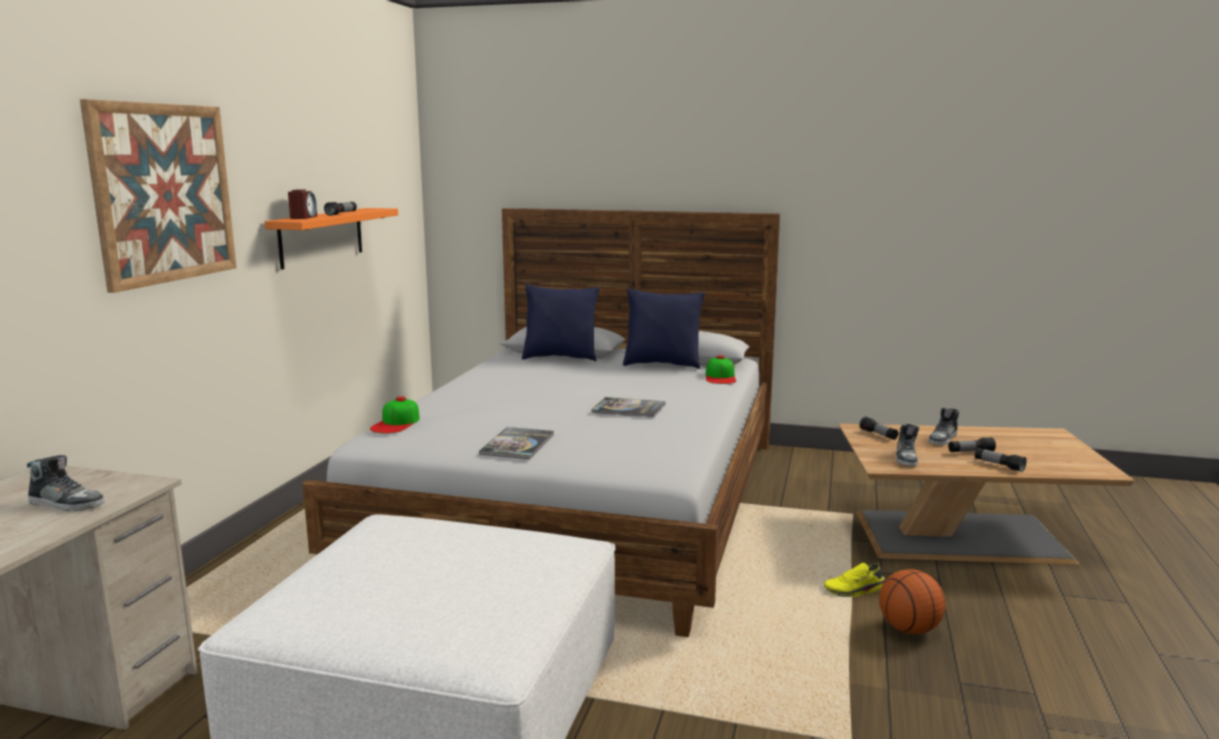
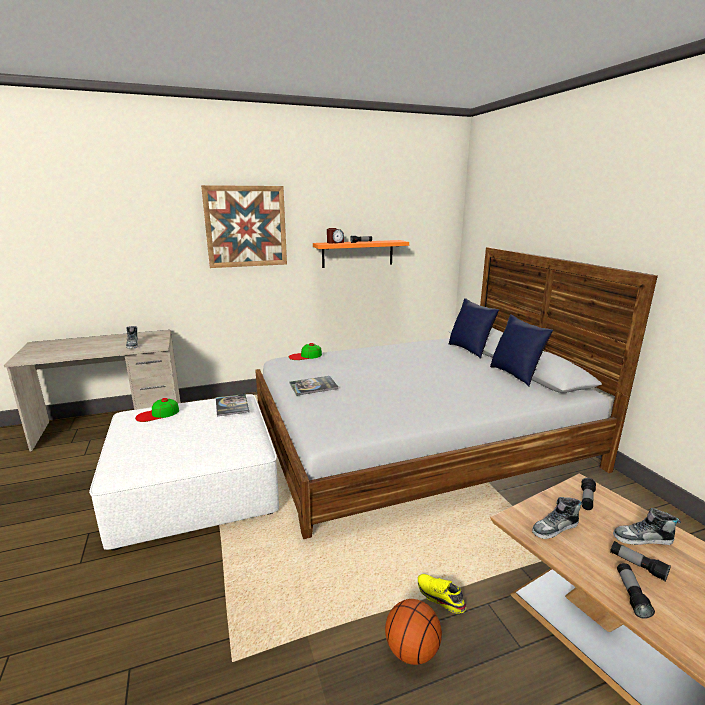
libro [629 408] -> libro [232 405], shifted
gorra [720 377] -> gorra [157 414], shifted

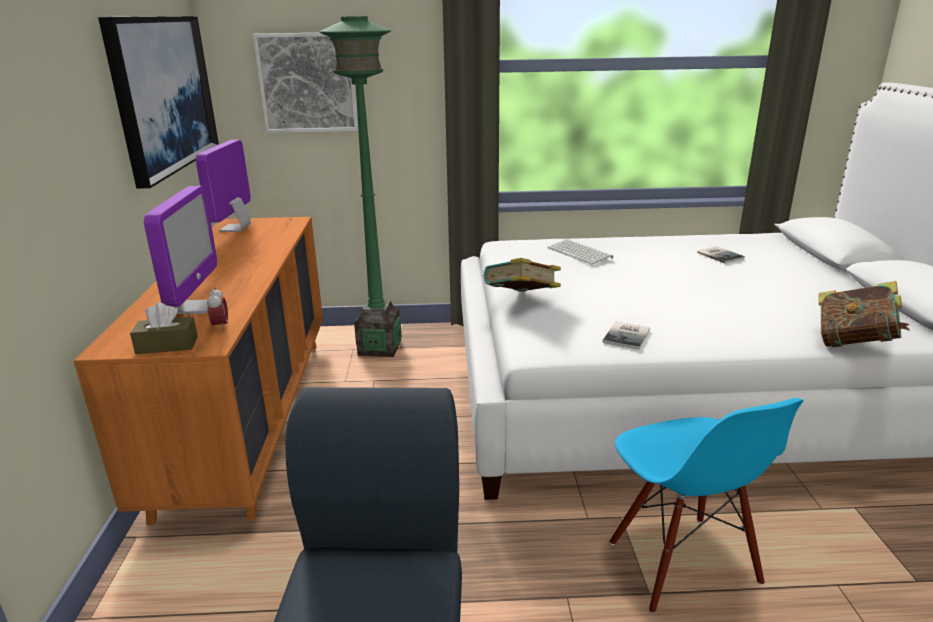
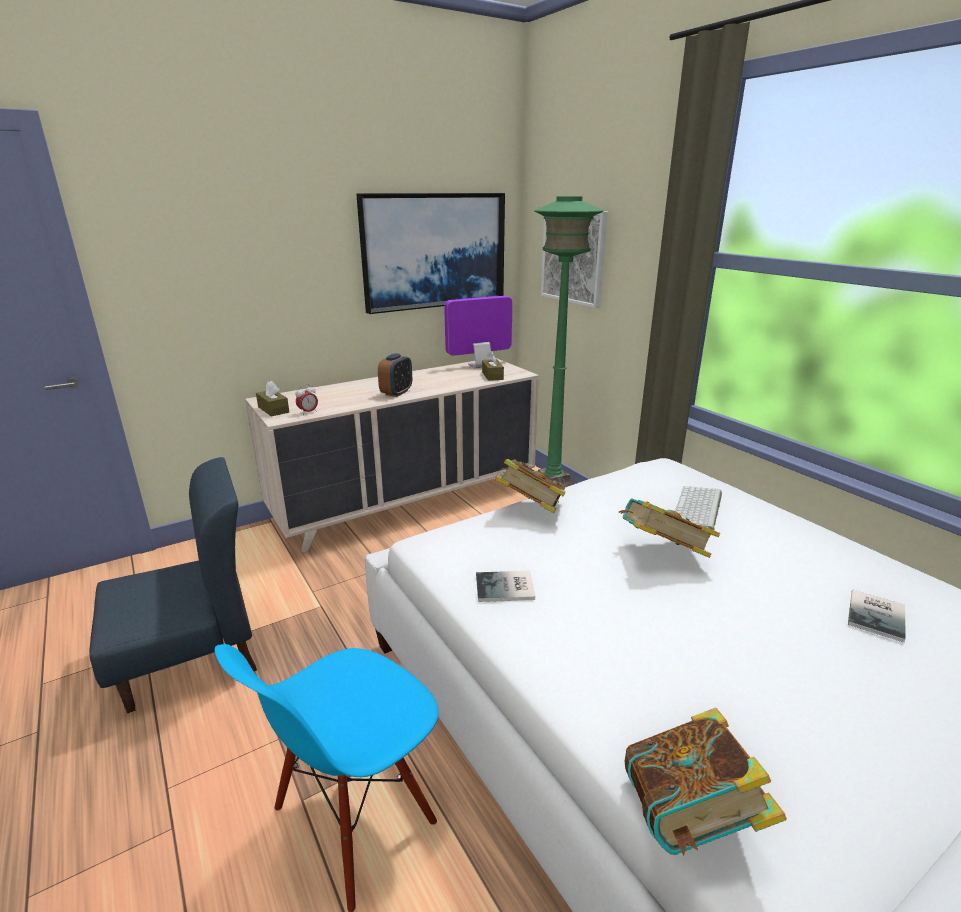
cómoda (naranja) [249 417] -> cómoda (beis) [408 502]
monitor [193 308] -> none
none -> despertador [396 393]
none -> caja de pañuelos (marrón) [492 376]
none -> libro [661 553]

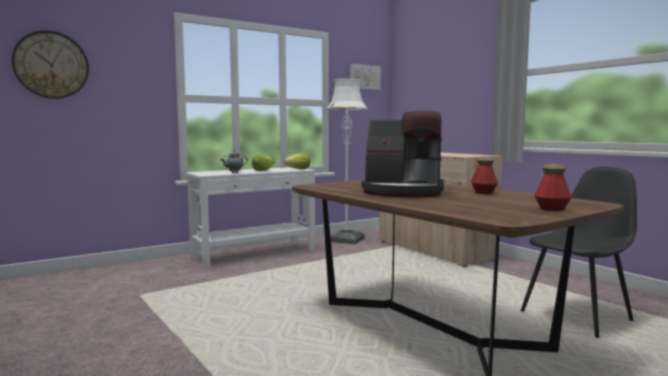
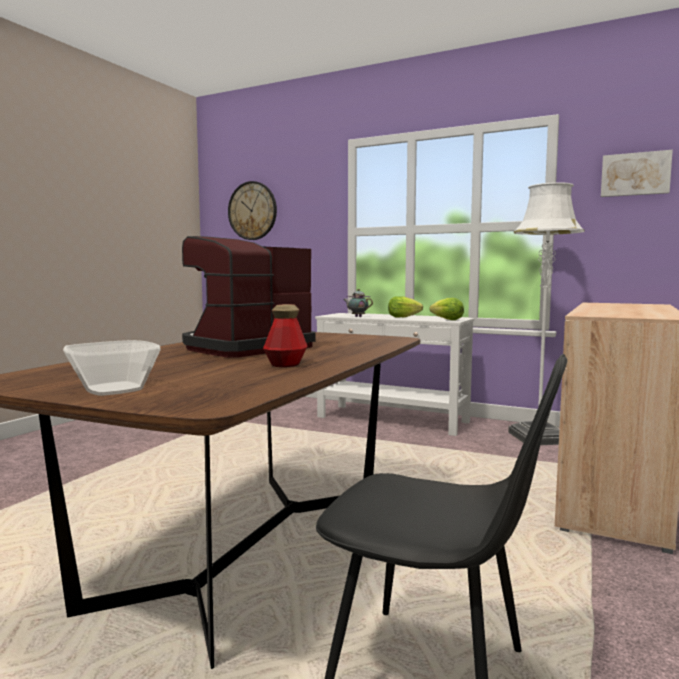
cafetera [403 192] -> cafetera [245 348], 60 degrees clockwise
botella [552 209] -> cuenco [116 389]

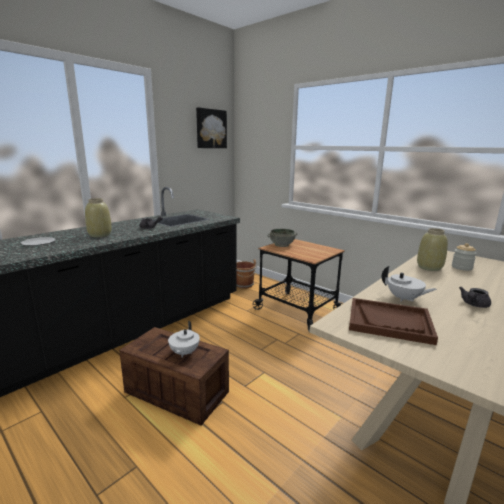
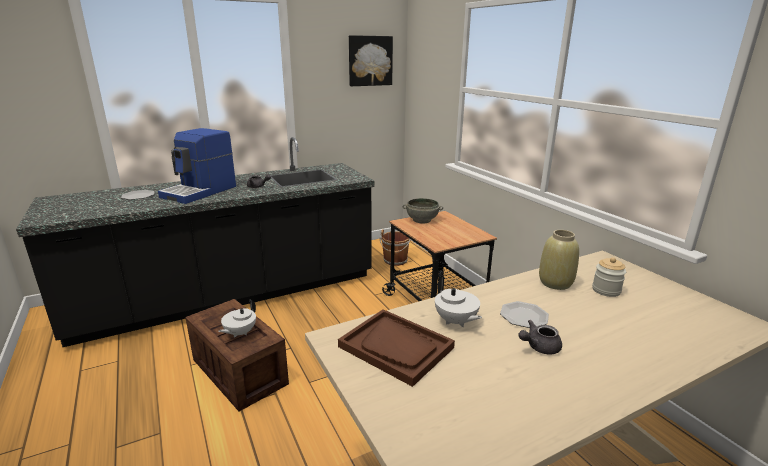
florero (beis) [100 235] -> cafetera [200 192]
none -> plato [524 316]

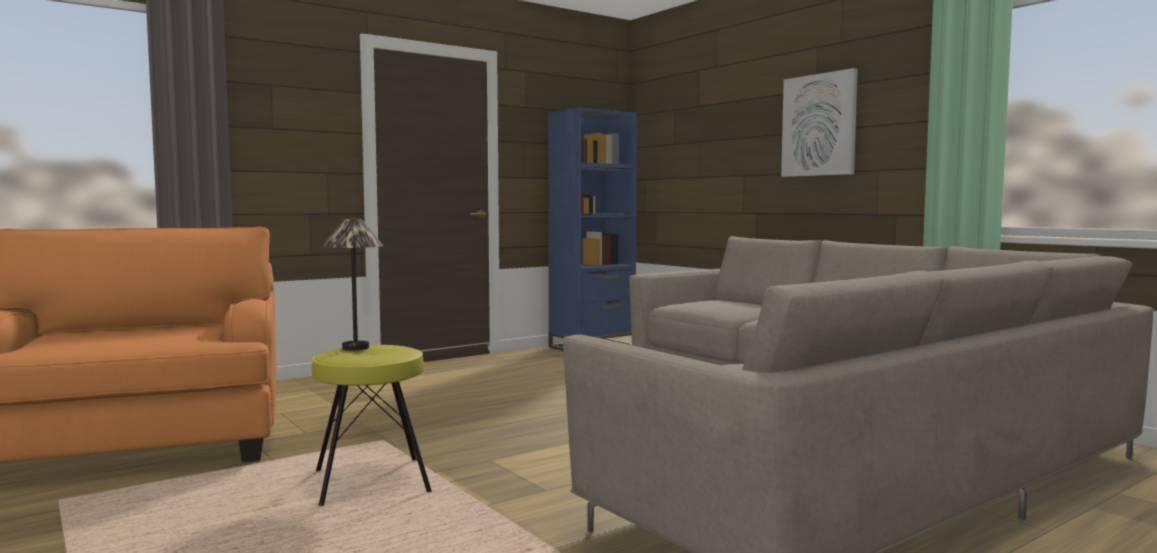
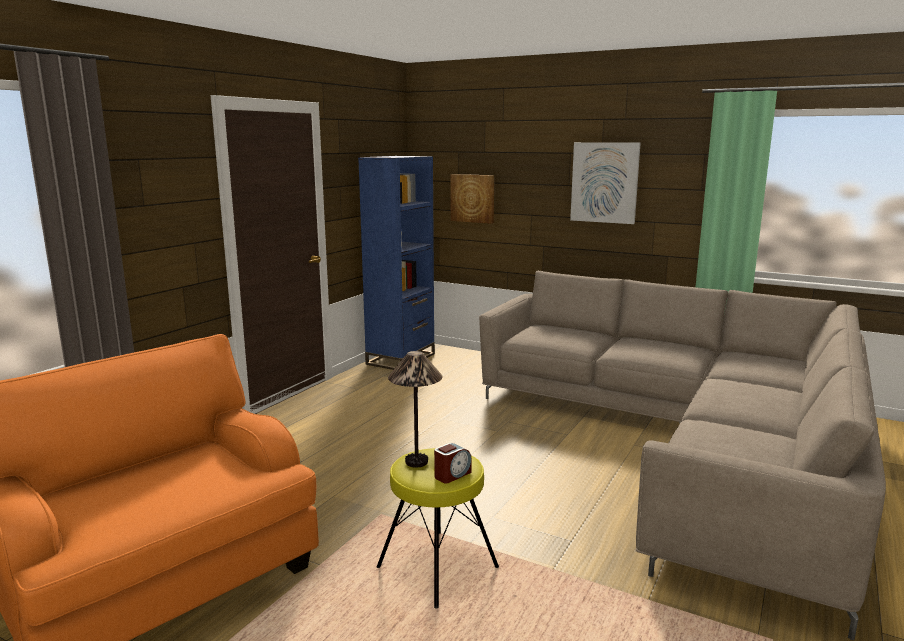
none -> despertador [452 475]
none -> cuadro [473 198]

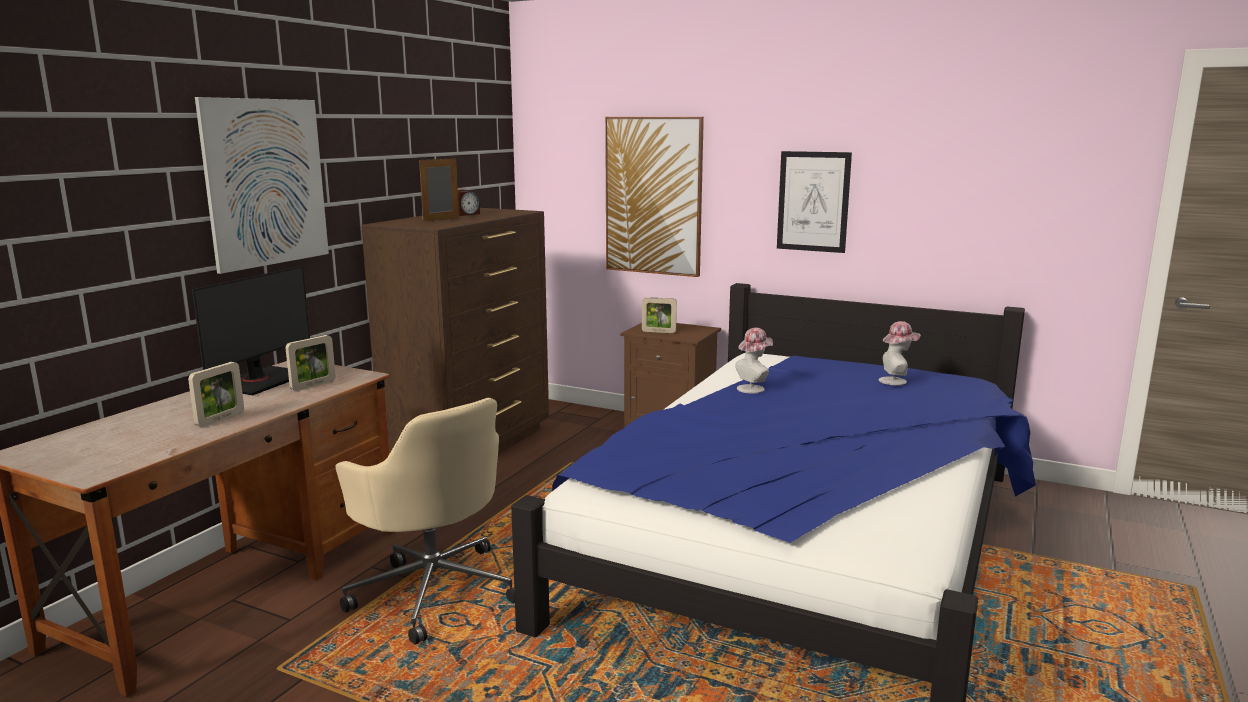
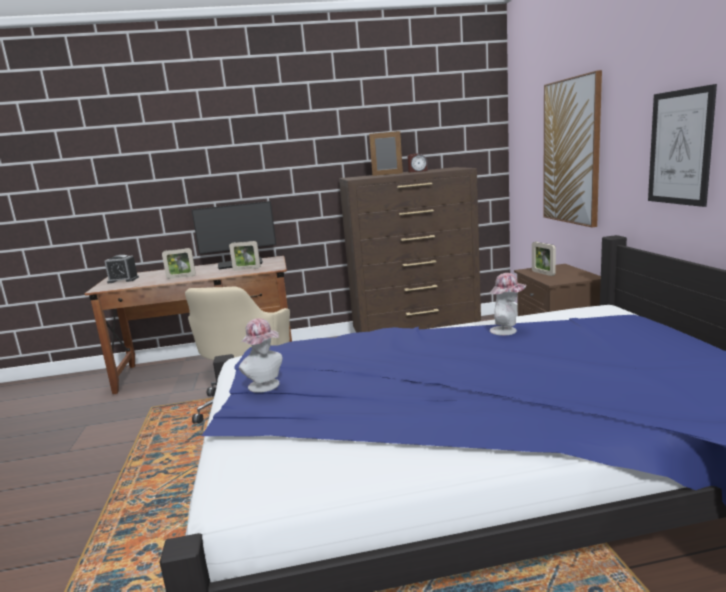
cuadro [266 182] -> none
sombrero [896 381] -> sombrero [266 386], shifted
none -> despertador [123 280]

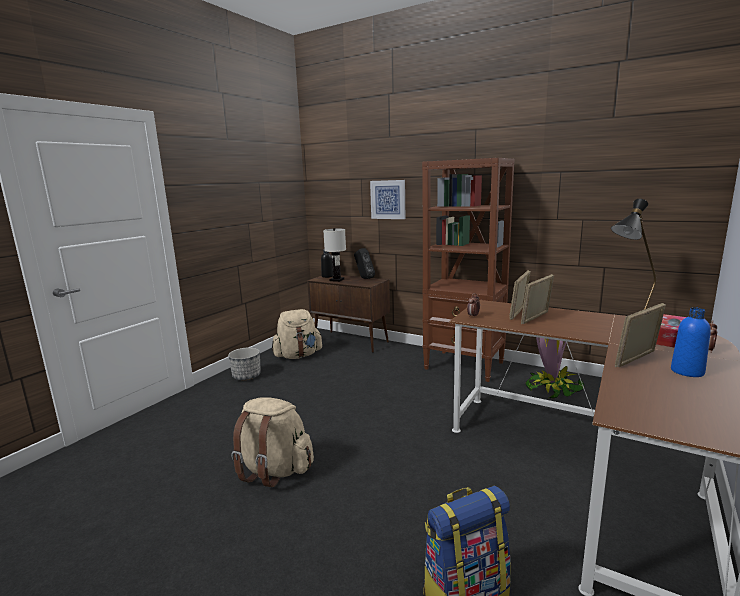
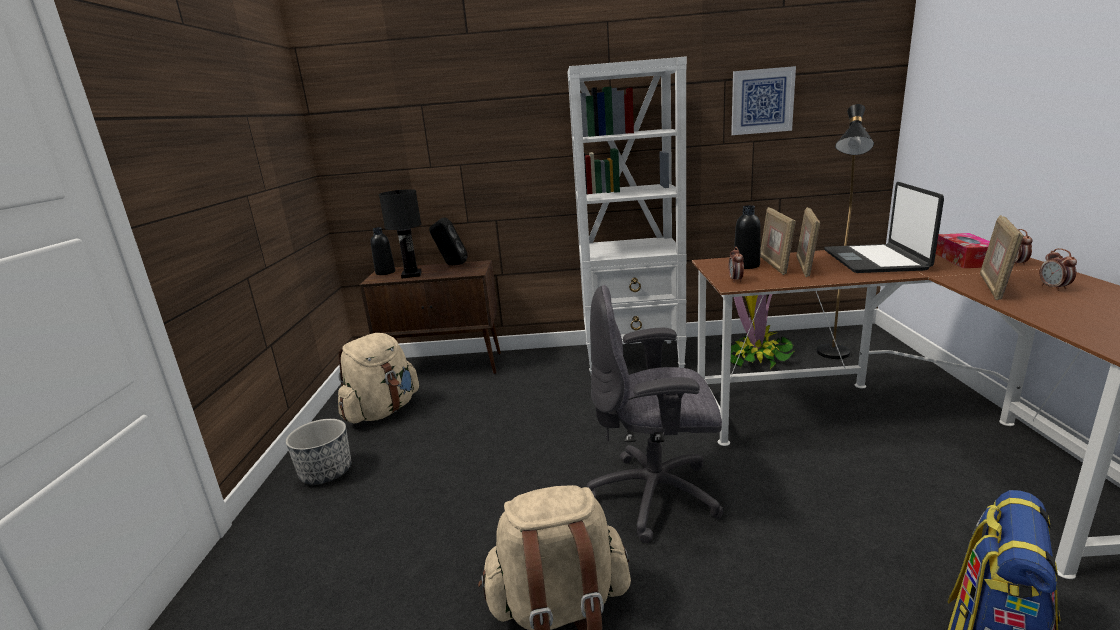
lámpara de mesa (blanco) [336 280] -> lámpara de mesa (negro) [411 275]
cuadro [388 199] -> cuadro [762 101], shifted
estantería (marrón) [464 366] -> estantería (blanco) [634 358]
botella (azul) [687 371] -> despertador [1054 288]
none -> silla de oficina (gris) [656 496]
none -> botella (negro) [746 265]
none -> portátil [875 260]

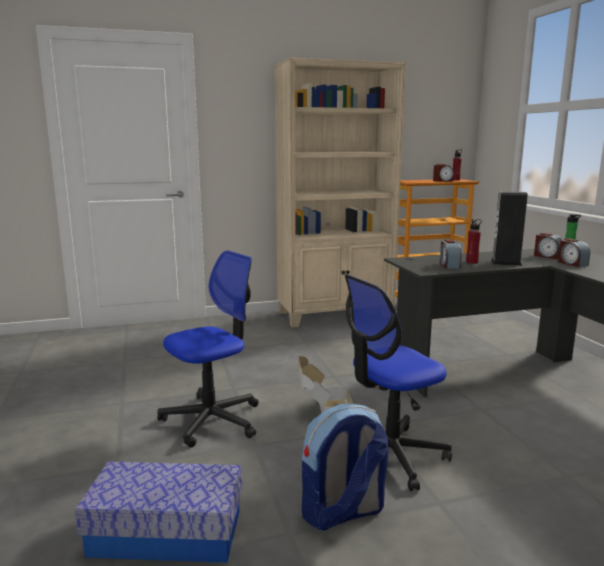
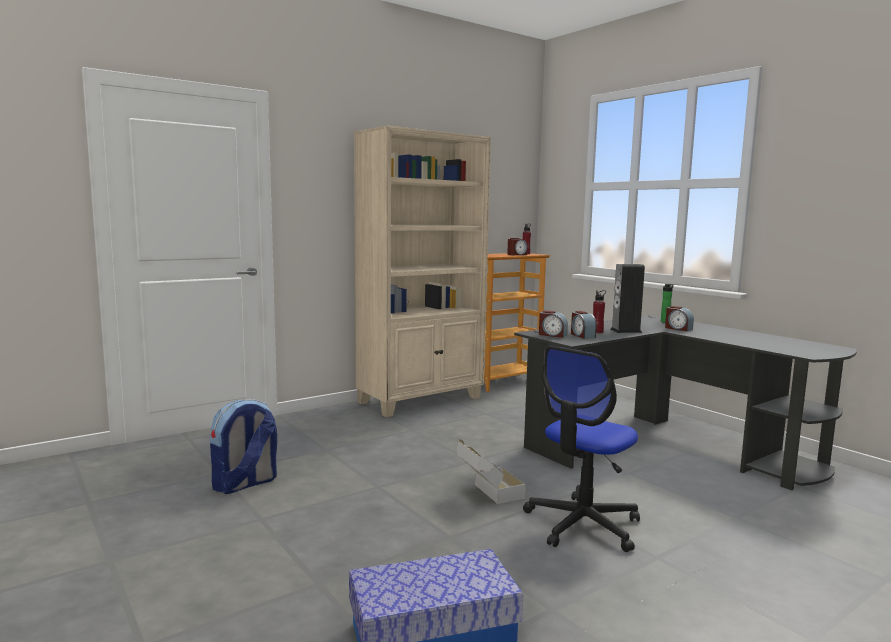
silla de oficina [212 420] -> none
mochila [343 513] -> mochila [245 484], shifted
despertador [547 256] -> despertador [552 335], shifted

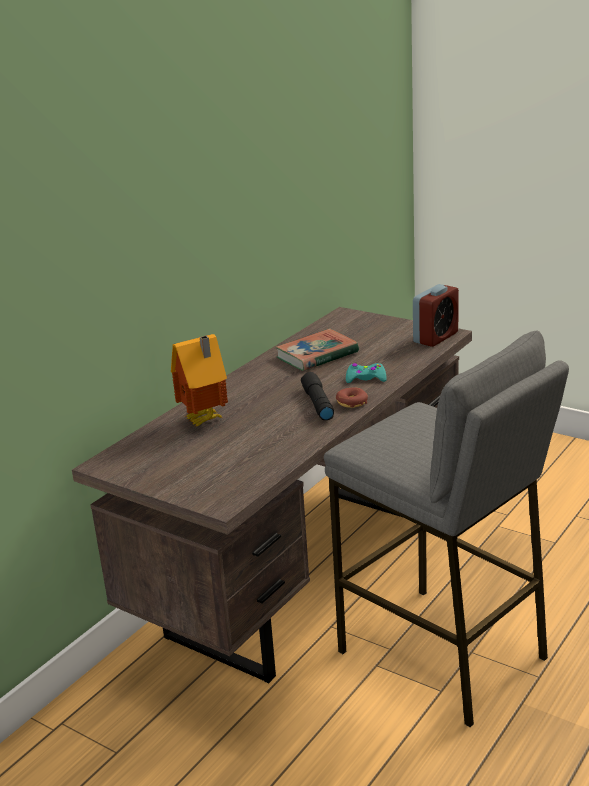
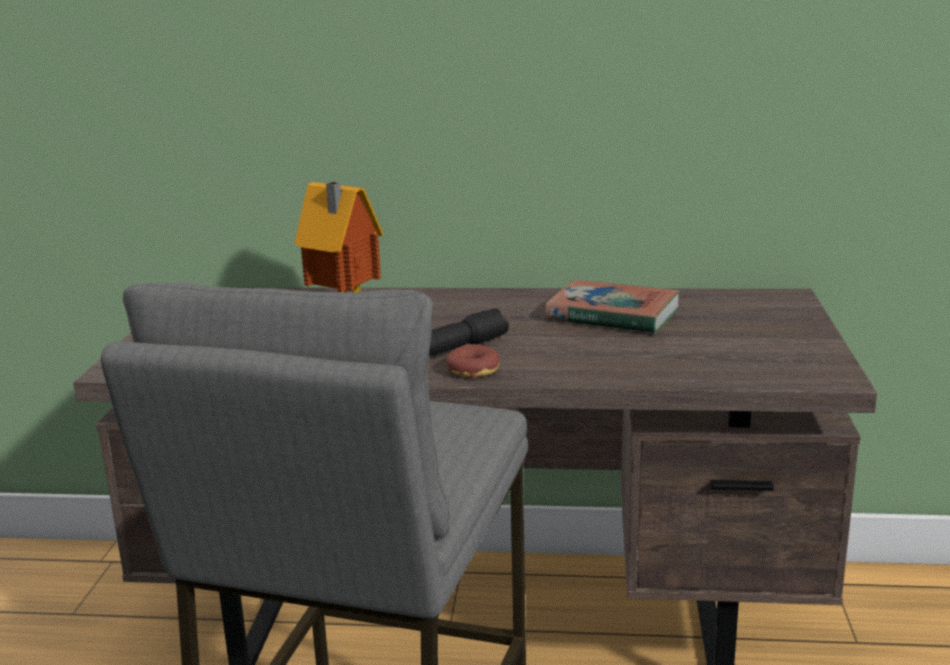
mando de consola (turquesa) [365 378] -> none
despertador [435 337] -> none

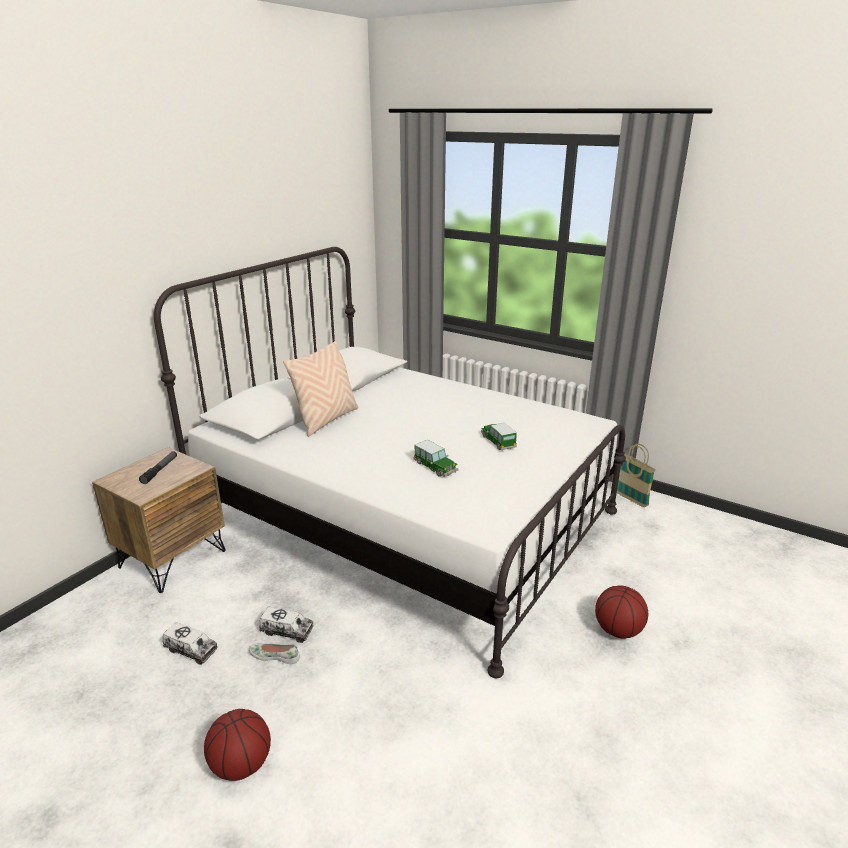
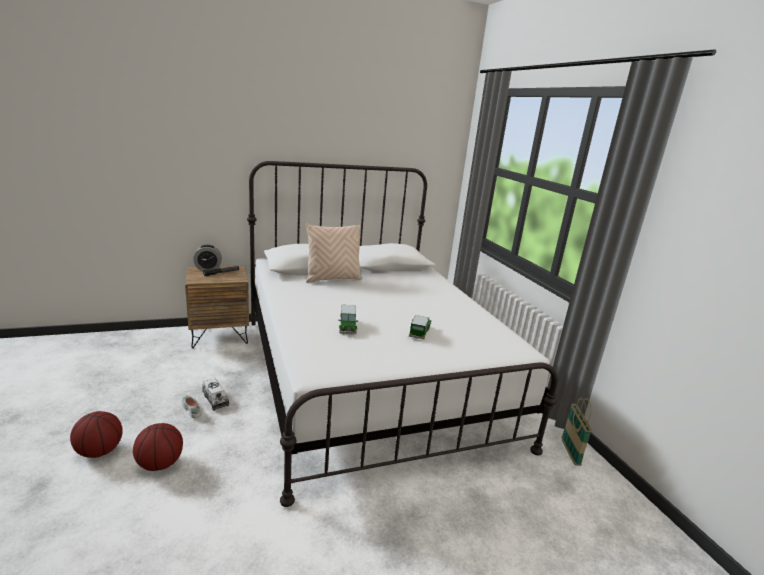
camión de juguete [191 650] -> none
balón de baloncesto [617 630] -> balón de baloncesto [160 464], shifted
none -> despertador [208 268]

